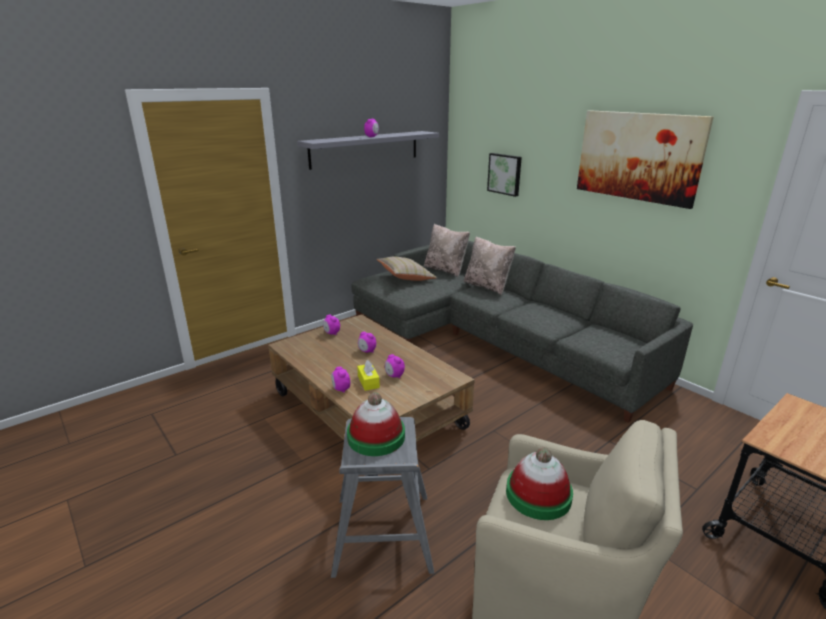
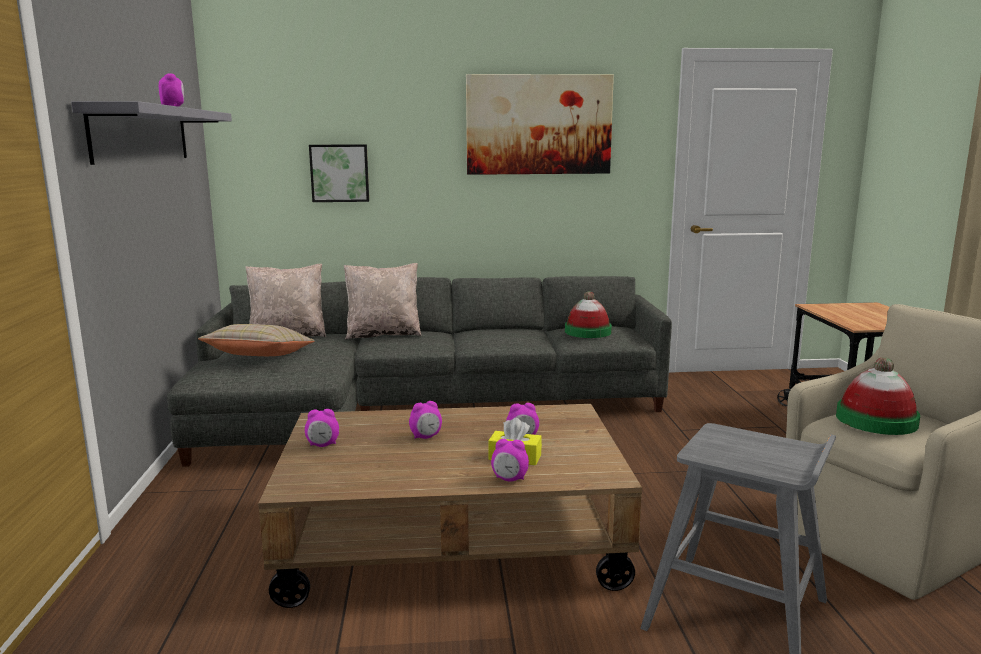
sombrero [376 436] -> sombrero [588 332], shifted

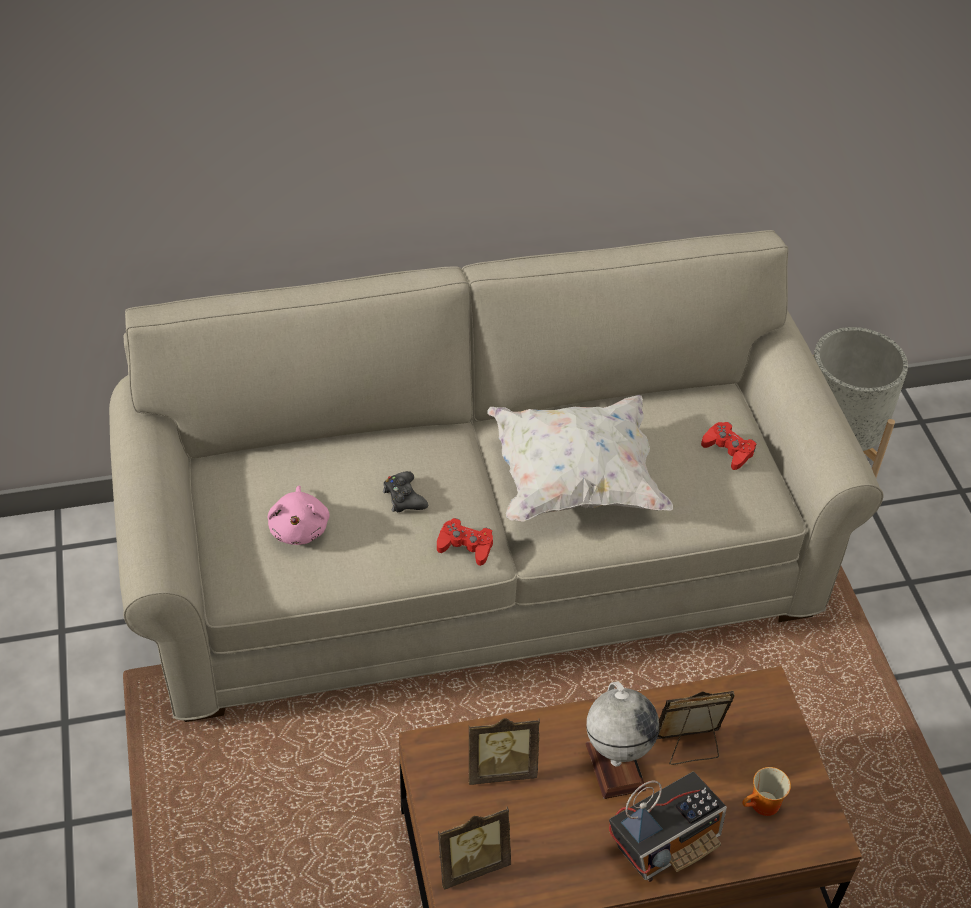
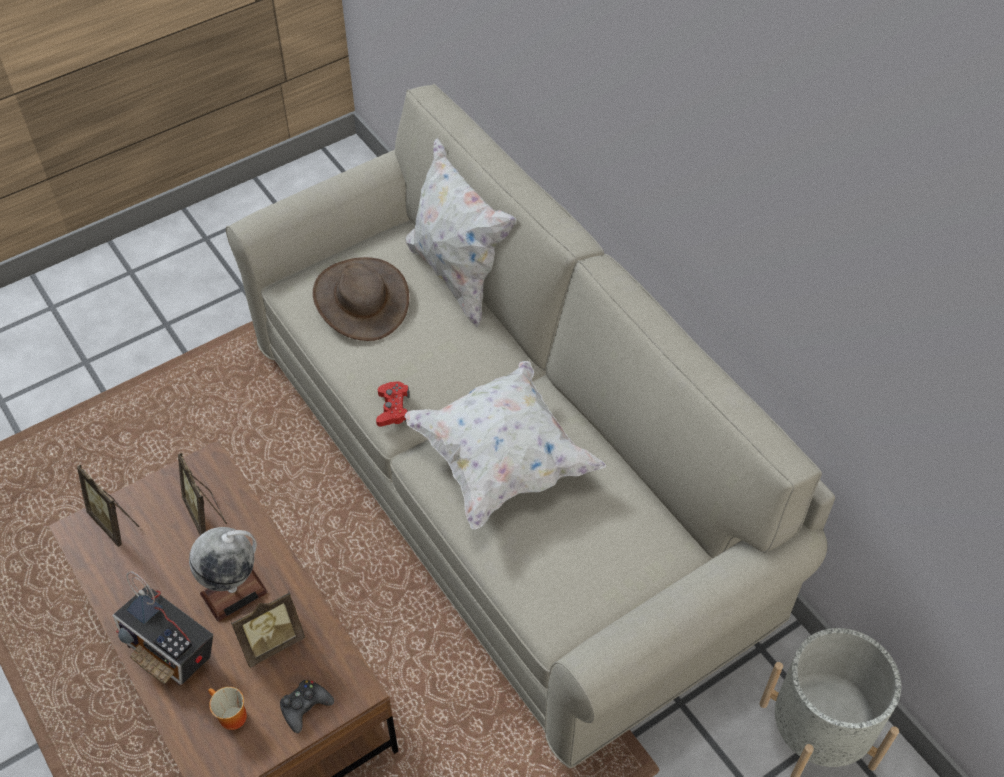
peluche (rosa) [299 528] -> sombrero (marrón) [361 299]
mando de consola (negro) [404 497] -> mando de consola (negro) [305 707], shifted
portarretratos [689 747] -> portarretratos [271 642], 90 degrees clockwise
mando de consola (rojo) [728 449] -> none
none -> cojín (blanco) [458 276]

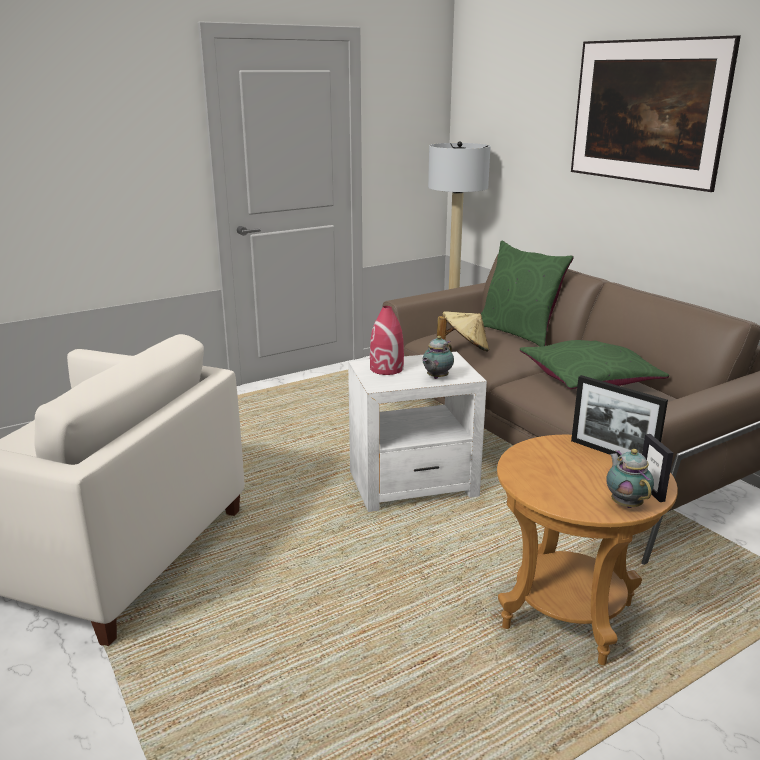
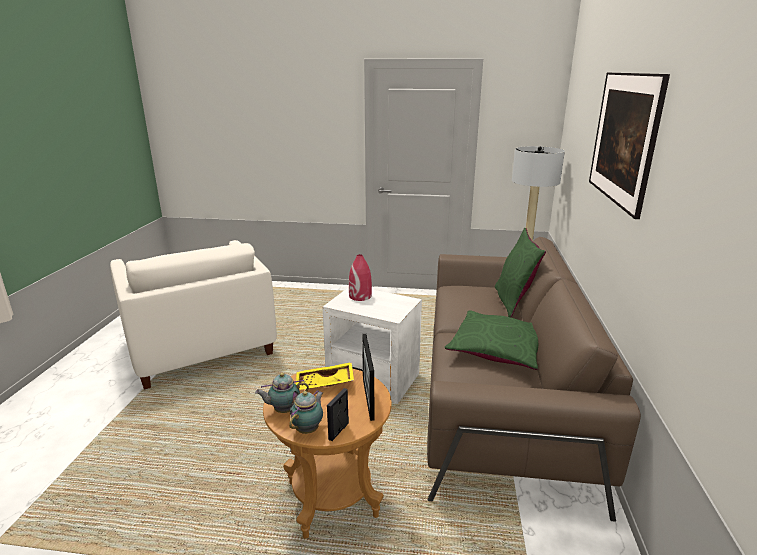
tetera [436 378] -> tetera [283 410], shifted
sombrero (beis) [464 349] -> none
none -> bandeja (amarillo) [324 384]

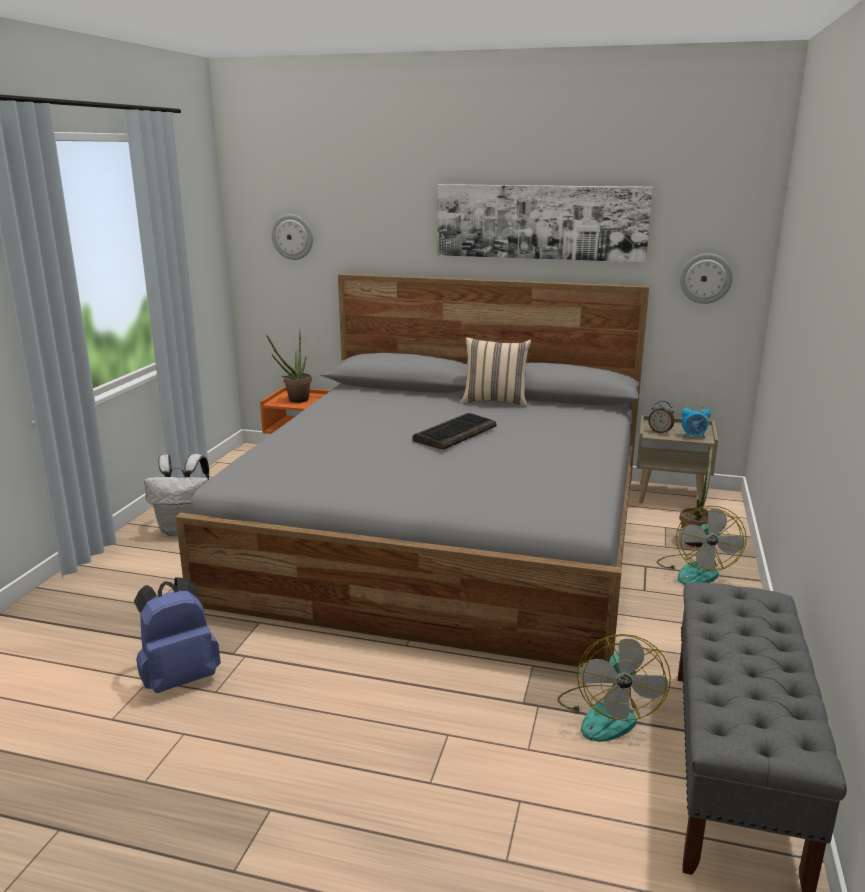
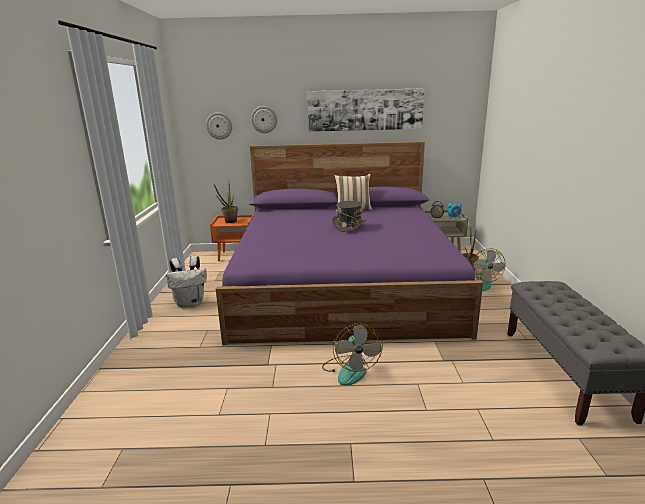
mochila (azul) [179 678] -> none
cama (gris) [445 534] -> cama (morado) [342 284]
teclado [455 433] -> sombrero (gris) [349 226]
ventilador [607 713] -> ventilador [350 370], shifted
reloj de pared [705 278] -> reloj de pared [264 119], shifted

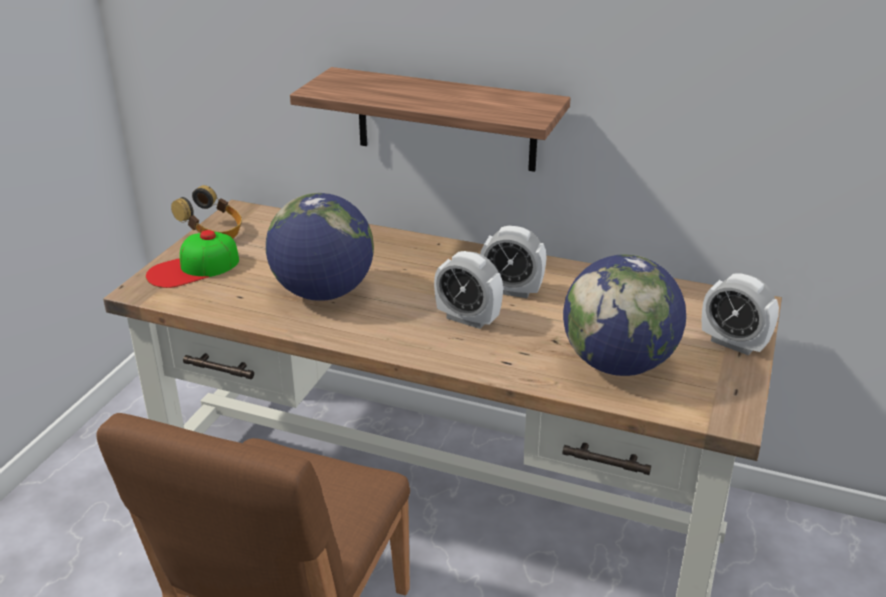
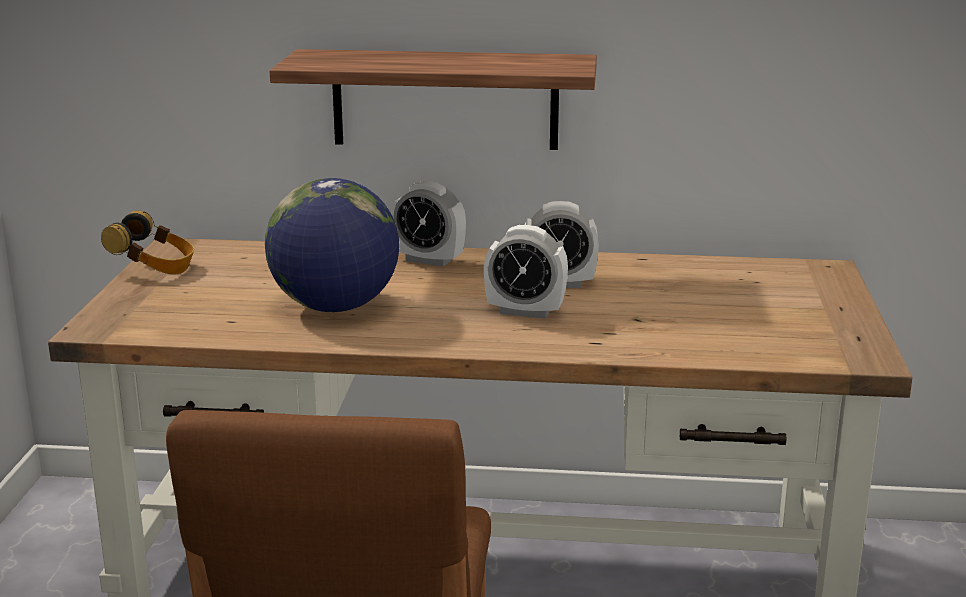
gorra [193 268] -> none
globo terráqueo [618 364] -> none
despertador [733 343] -> despertador [429 260], shifted

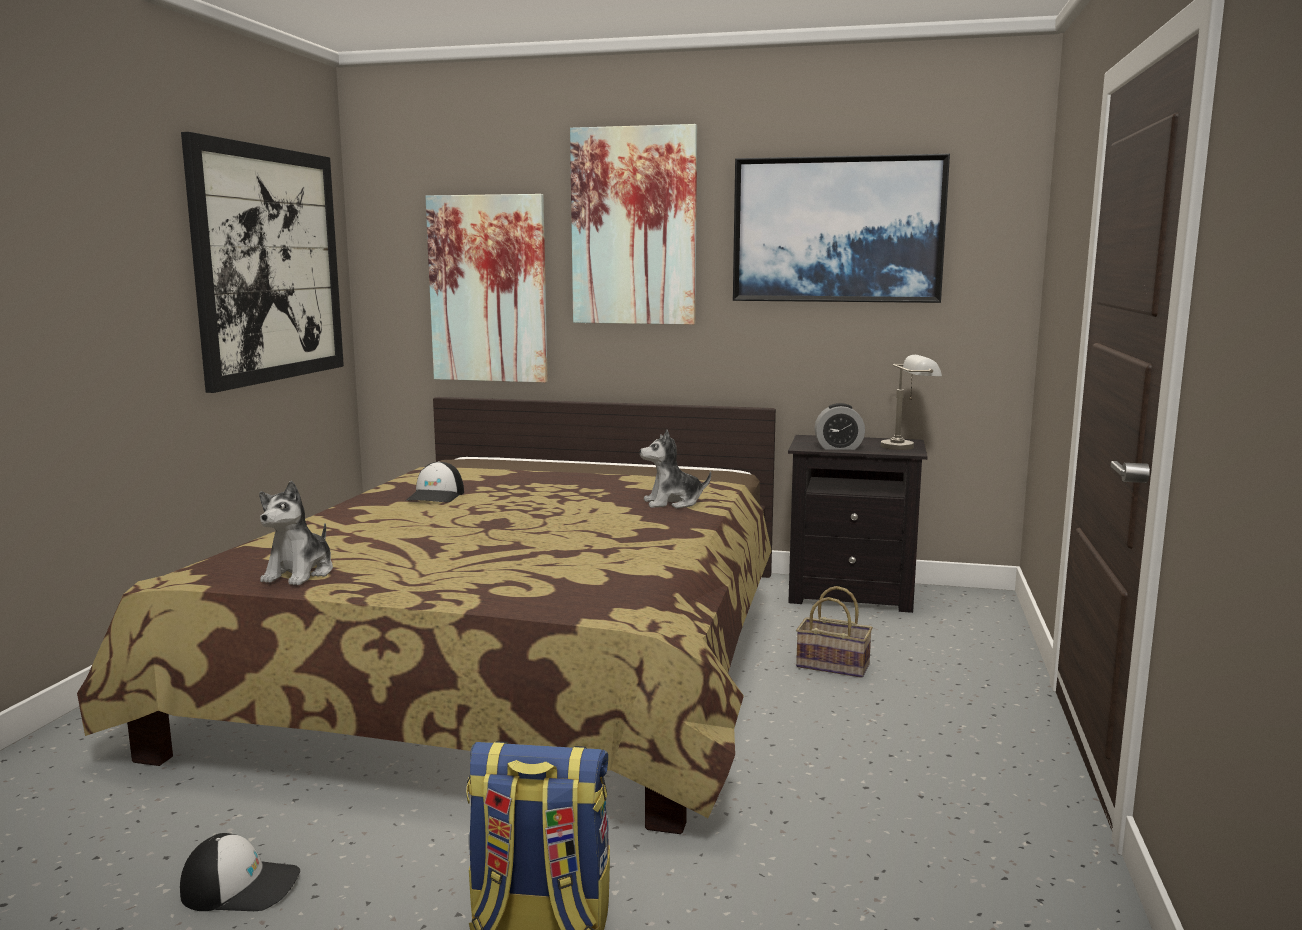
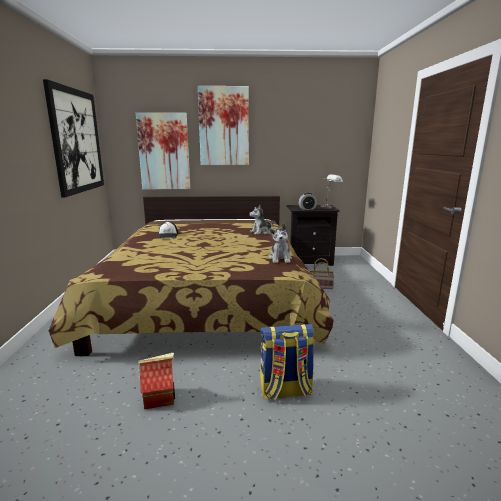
gorra [241 886] -> casita [159 398]
peluche [300 573] -> peluche [280 259], shifted
cuadro [837 230] -> none

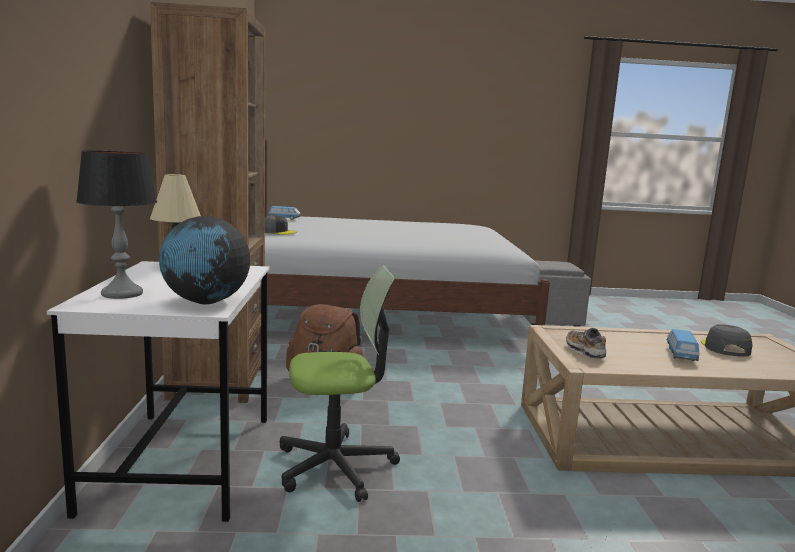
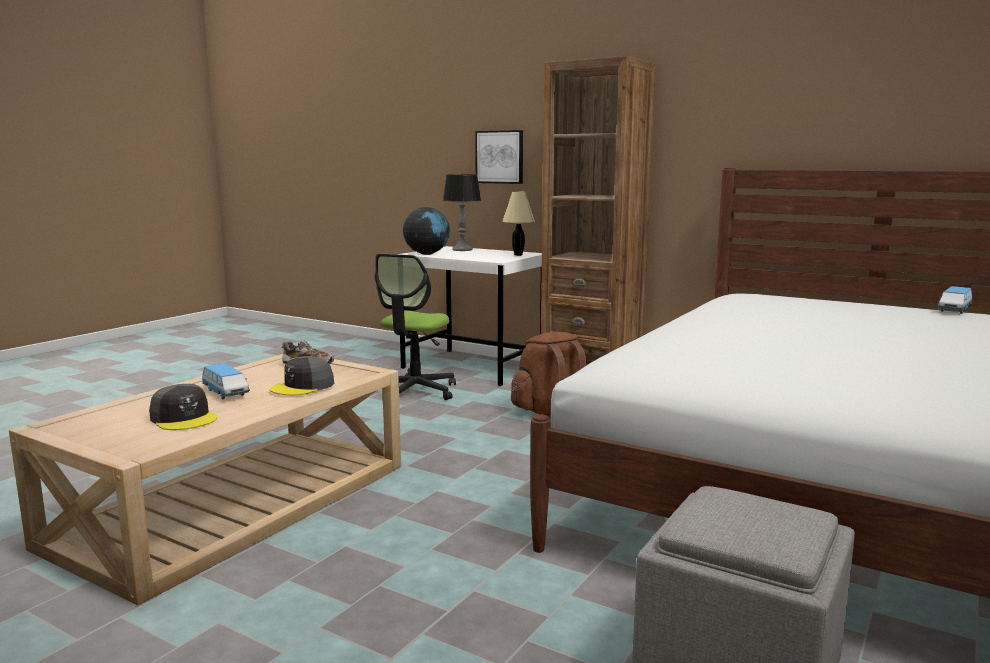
gorra (gris) [278 232] -> gorra (gris) [303 386], shifted
none -> cuadro [500 157]

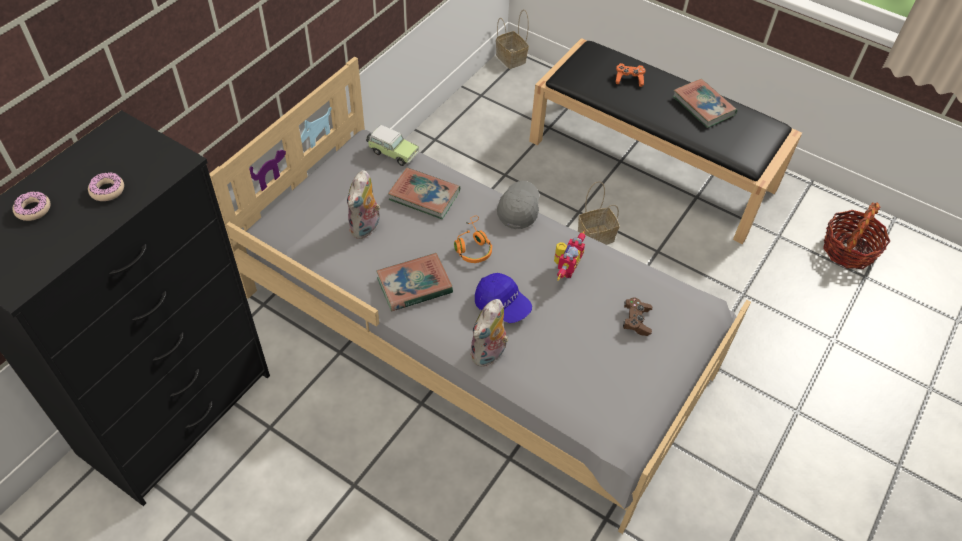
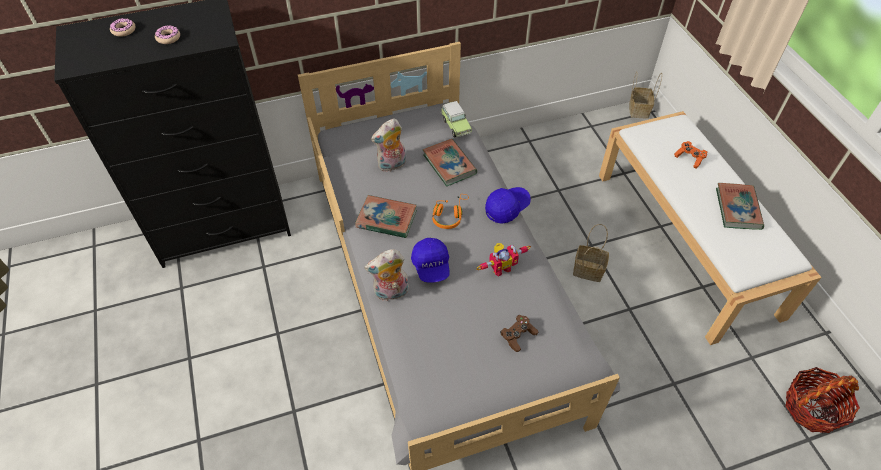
gorra (gris) [518 209] -> gorra (azul) [507 208]
banco (negro) [653 164] -> banco (blanco) [686 242]

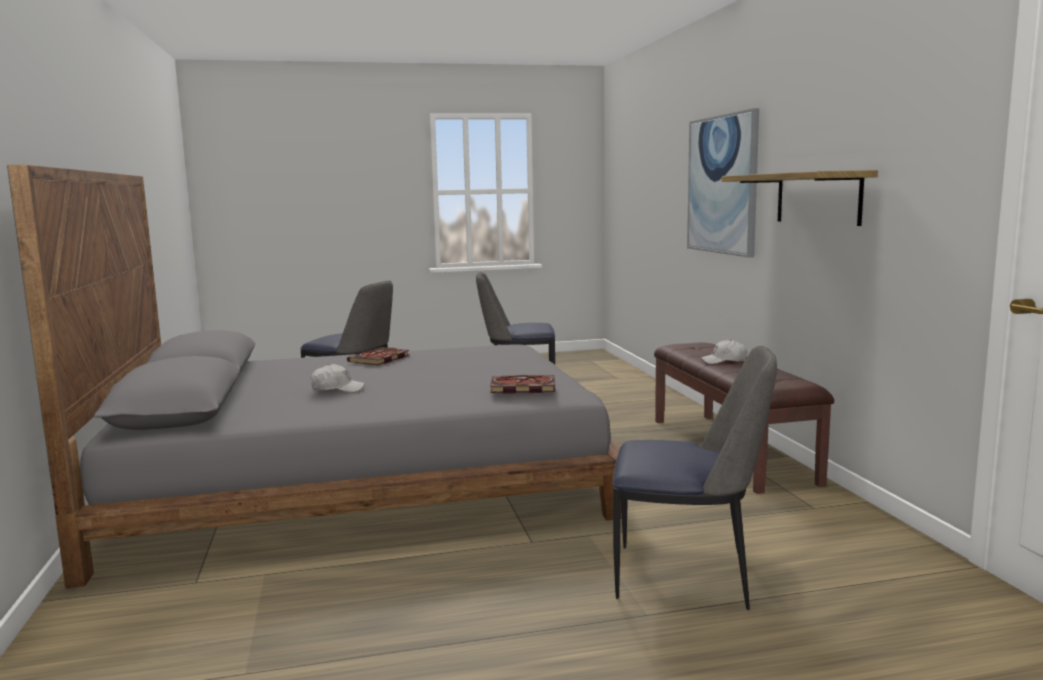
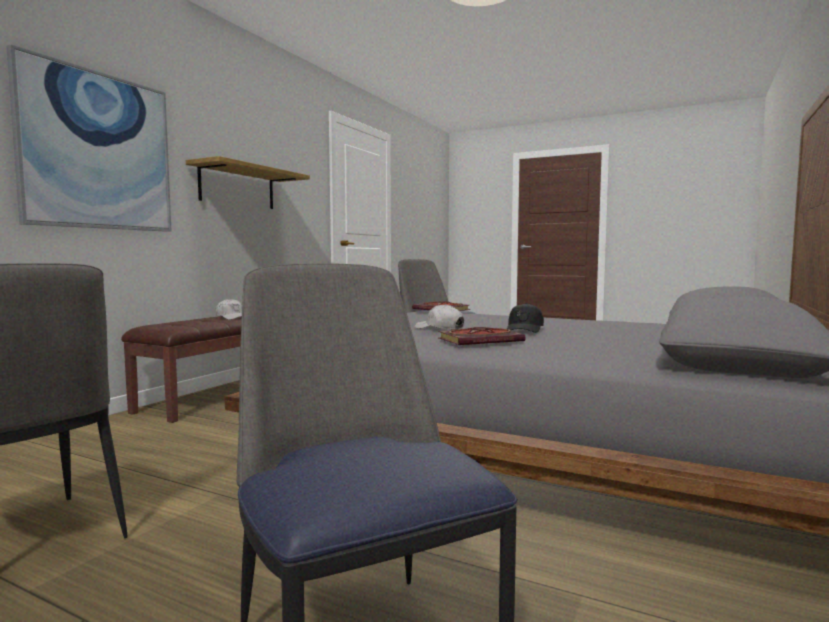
gorra (blanco) [337 389] -> gorra (blanco) [439 328], shifted
none -> gorra (negro) [525 329]

